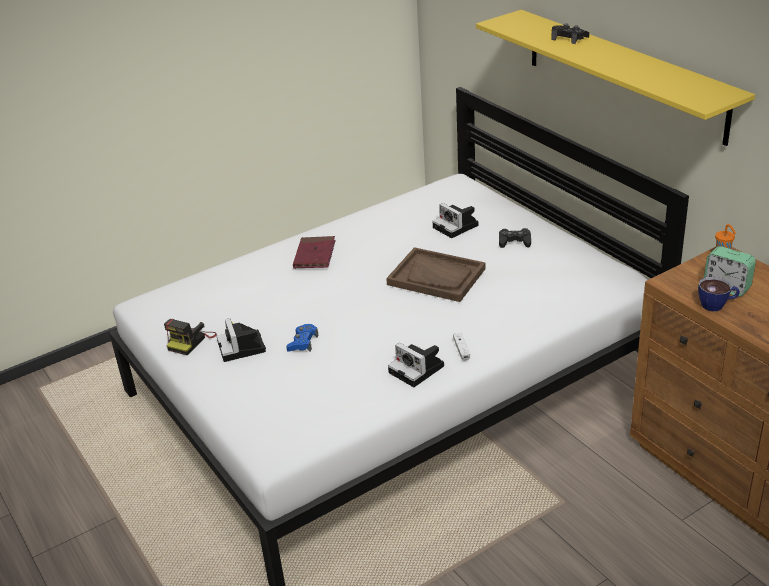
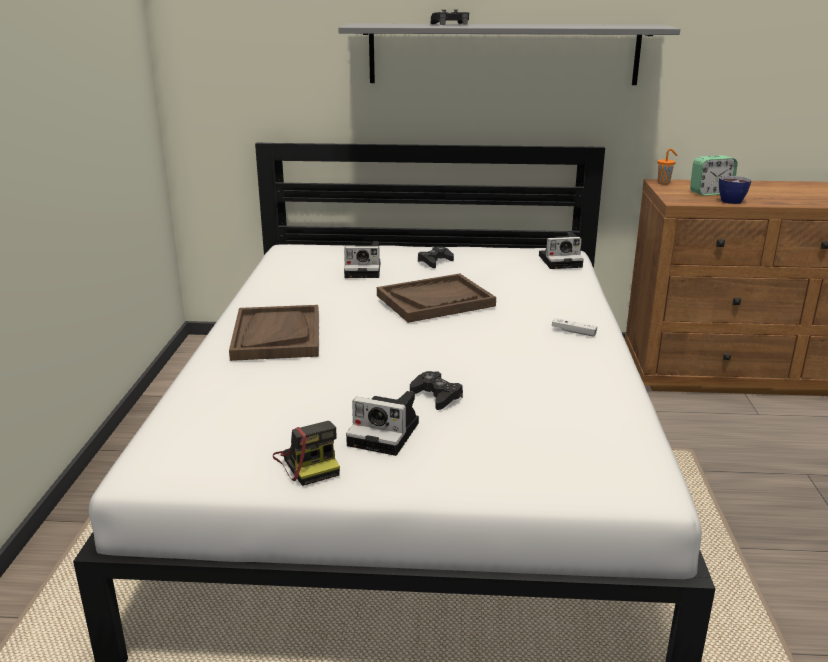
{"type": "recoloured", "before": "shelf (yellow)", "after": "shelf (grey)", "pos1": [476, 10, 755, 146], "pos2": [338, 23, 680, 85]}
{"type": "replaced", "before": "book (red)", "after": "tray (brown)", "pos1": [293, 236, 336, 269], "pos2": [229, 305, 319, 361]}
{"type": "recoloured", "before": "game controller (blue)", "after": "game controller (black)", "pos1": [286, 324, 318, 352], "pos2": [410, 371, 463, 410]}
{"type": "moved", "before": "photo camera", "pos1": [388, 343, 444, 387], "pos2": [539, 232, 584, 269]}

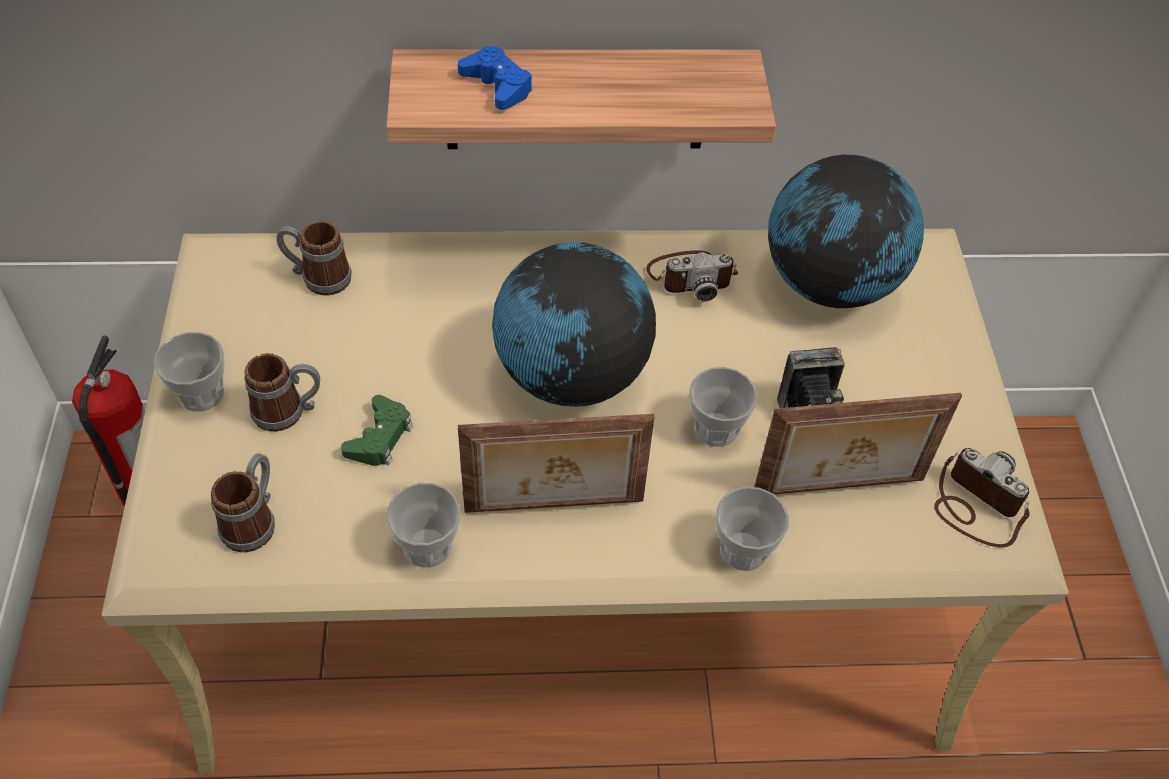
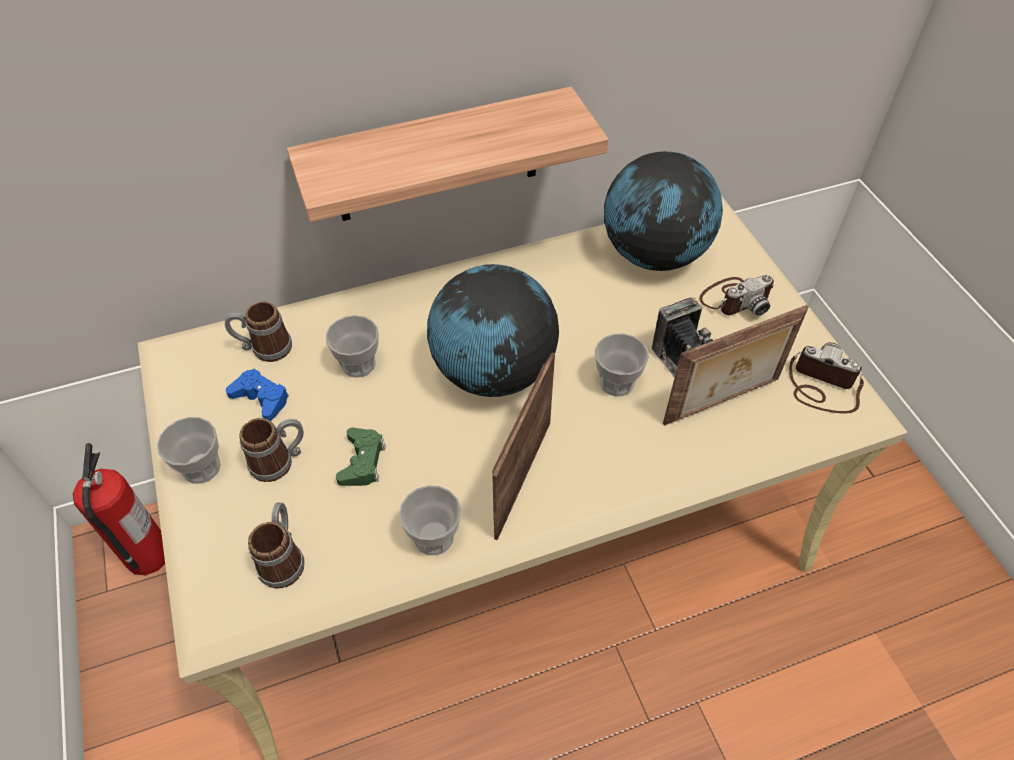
{"type": "moved", "before": "game controller (blue)", "pos1": [458, 46, 533, 110], "pos2": [226, 369, 289, 421]}
{"type": "moved", "before": "photo camera", "pos1": [646, 250, 738, 302], "pos2": [700, 275, 774, 316]}
{"type": "turned", "before": "picture frame", "pos1": [458, 414, 654, 513], "pos2": [492, 353, 555, 540], "turn": 135}
{"type": "moved", "before": "cup", "pos1": [716, 486, 789, 571], "pos2": [326, 315, 379, 378]}

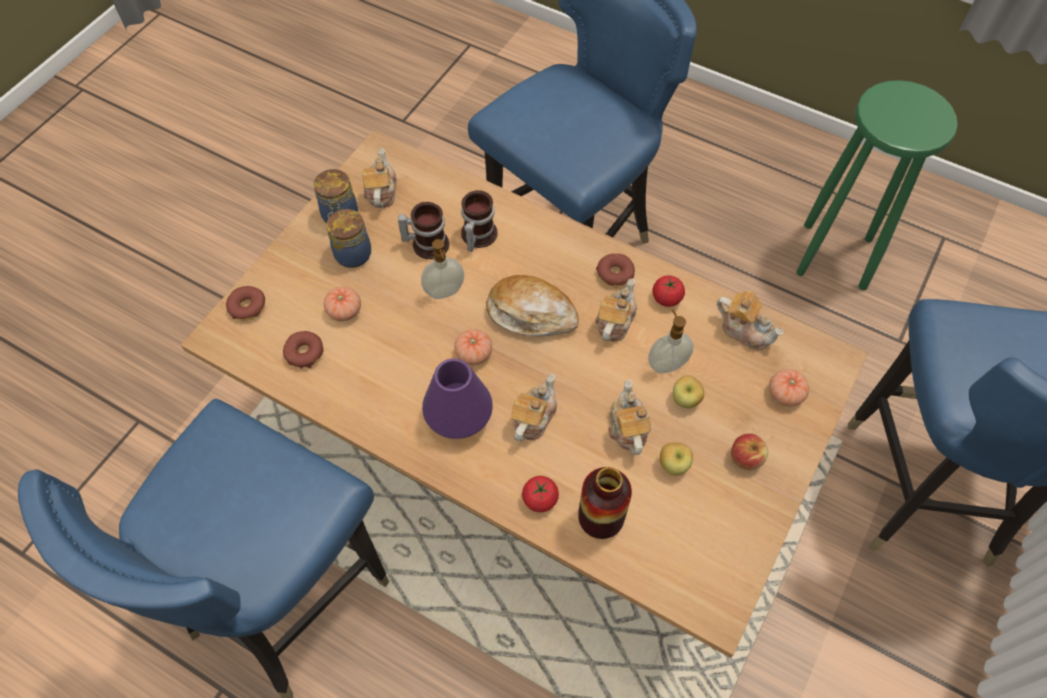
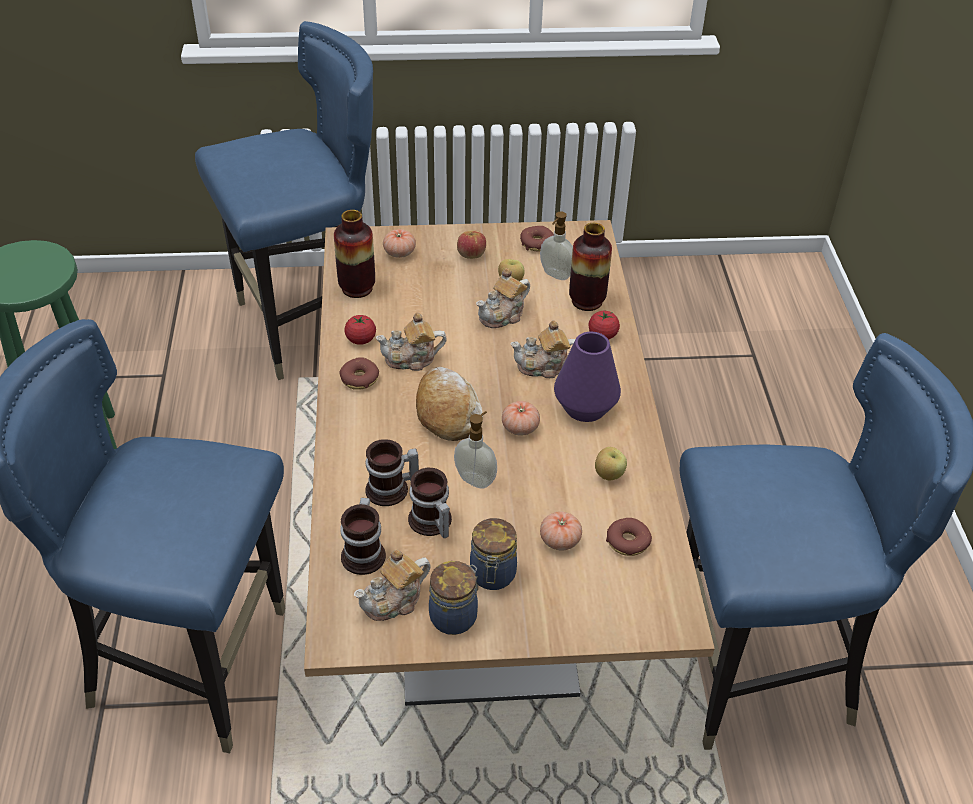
{"type": "moved", "before": "donut", "pos1": [226, 286, 265, 320], "pos2": [520, 226, 554, 252]}
{"type": "replaced", "before": "teapot", "after": "vase", "pos1": [717, 291, 784, 351], "pos2": [334, 210, 375, 298]}
{"type": "moved", "before": "soap dispenser", "pos1": [648, 310, 694, 373], "pos2": [540, 211, 573, 280]}
{"type": "moved", "before": "apple", "pos1": [673, 375, 704, 408], "pos2": [595, 447, 627, 481]}
{"type": "added", "after": "mug", "pos2": [340, 498, 386, 575]}

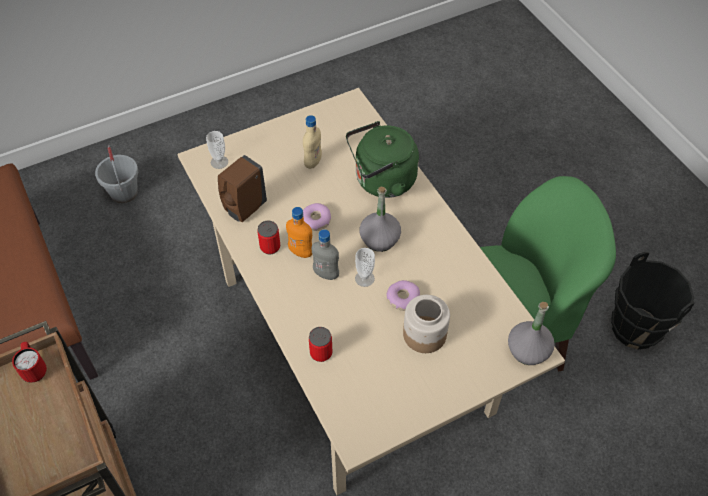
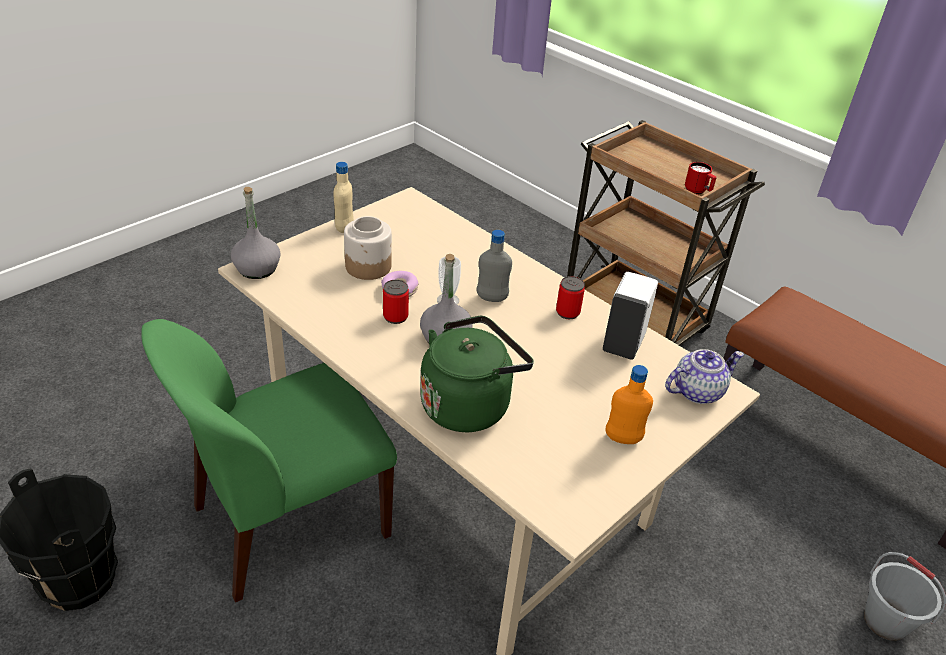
{"type": "moved", "before": "bottle (beige)", "pos1": [303, 115, 322, 169], "pos2": [333, 162, 354, 233]}
{"type": "replaced", "before": "cup", "after": "teapot", "pos1": [206, 131, 228, 169], "pos2": [665, 349, 744, 404]}
{"type": "recoloured", "before": "soap dispenser (brown)", "after": "soap dispenser (white)", "pos1": [218, 155, 267, 222], "pos2": [603, 272, 658, 360]}
{"type": "removed", "before": "donut", "pos1": [303, 203, 331, 231]}
{"type": "moved", "before": "bottle (orange)", "pos1": [286, 207, 312, 258], "pos2": [605, 365, 653, 444]}
{"type": "moved", "before": "can", "pos1": [309, 327, 332, 362], "pos2": [383, 280, 409, 324]}

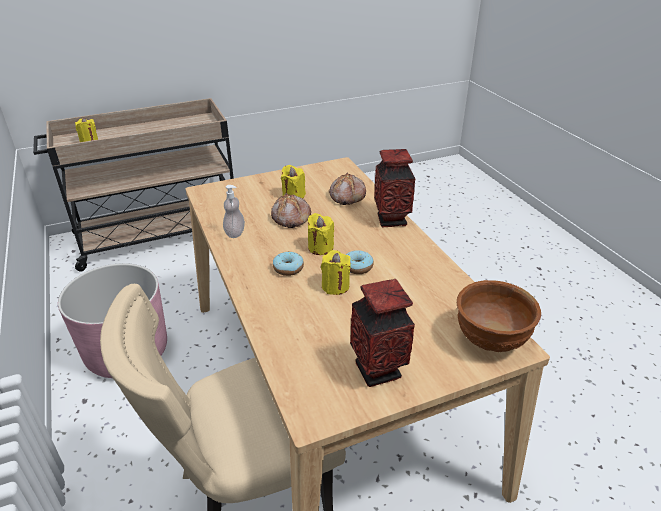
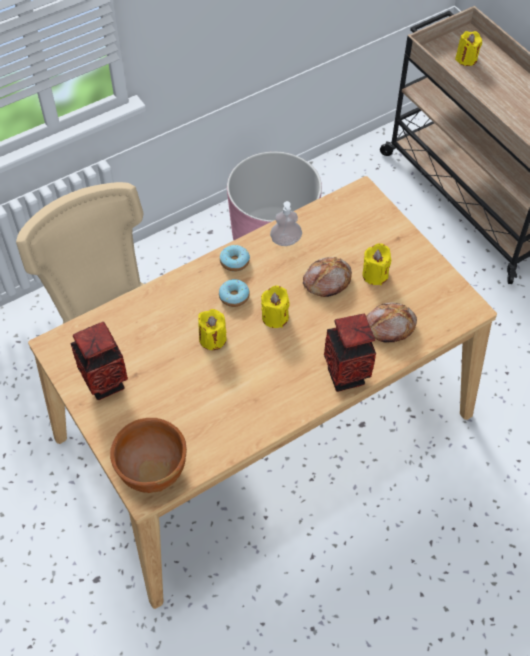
{"type": "moved", "before": "donut", "pos1": [346, 250, 374, 274], "pos2": [220, 245, 250, 272]}

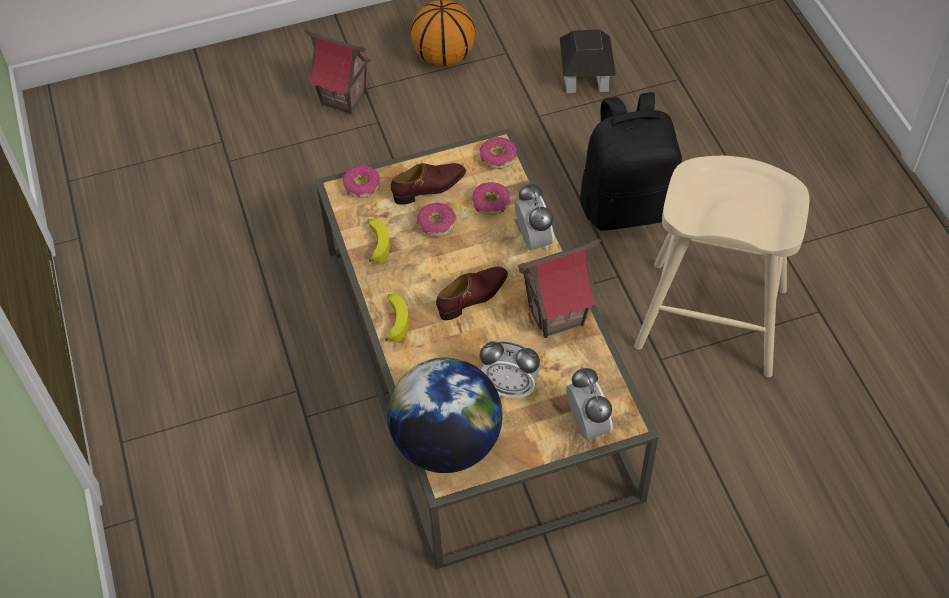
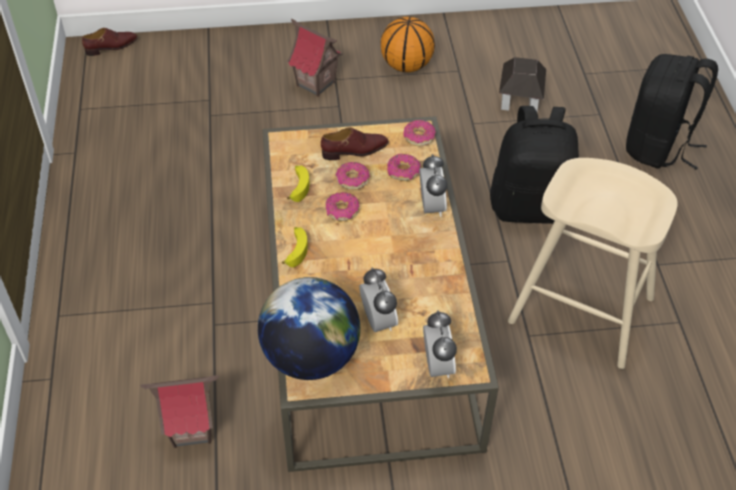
{"type": "moved", "before": "donut", "pos1": [343, 165, 380, 198], "pos2": [325, 192, 359, 221]}
{"type": "moved", "before": "toy house", "pos1": [518, 239, 601, 338], "pos2": [140, 375, 219, 448]}
{"type": "moved", "before": "shoe (brown)", "pos1": [436, 267, 508, 320], "pos2": [82, 28, 138, 56]}
{"type": "turned", "before": "alarm clock", "pos1": [479, 341, 540, 399], "pos2": [359, 267, 398, 332], "turn": -135}
{"type": "added", "after": "backpack (black)", "pos2": [626, 54, 718, 170]}

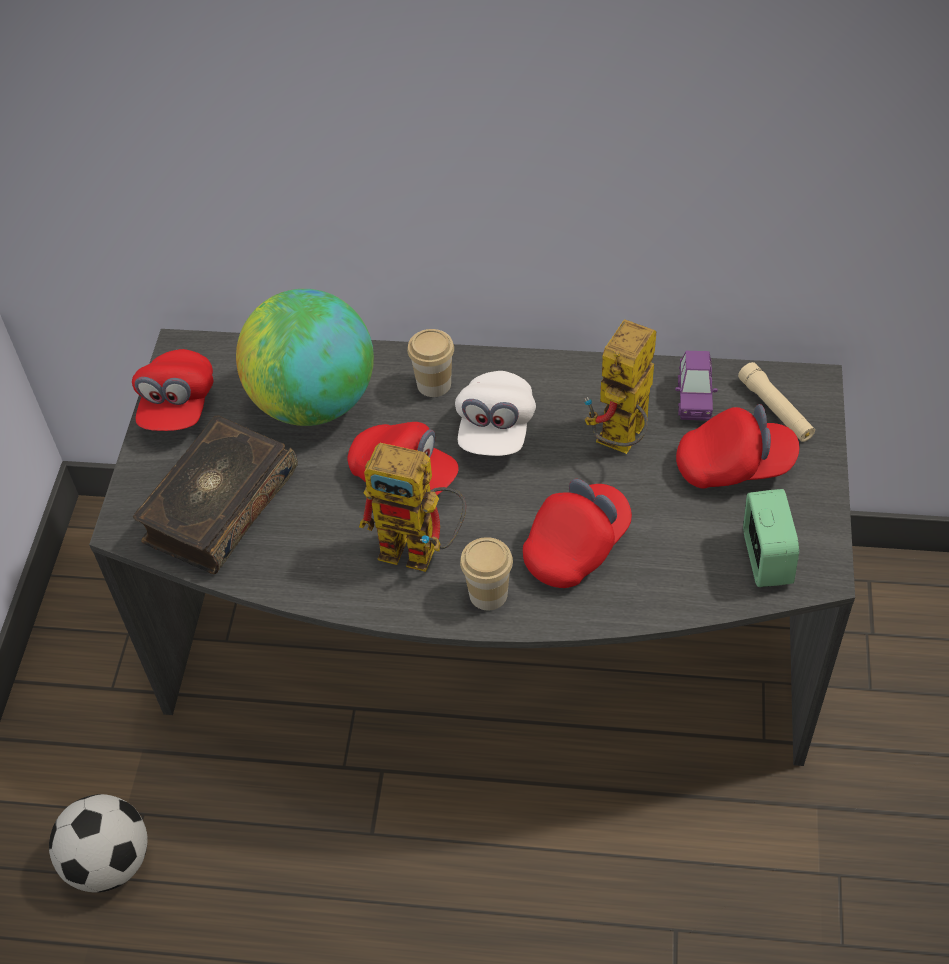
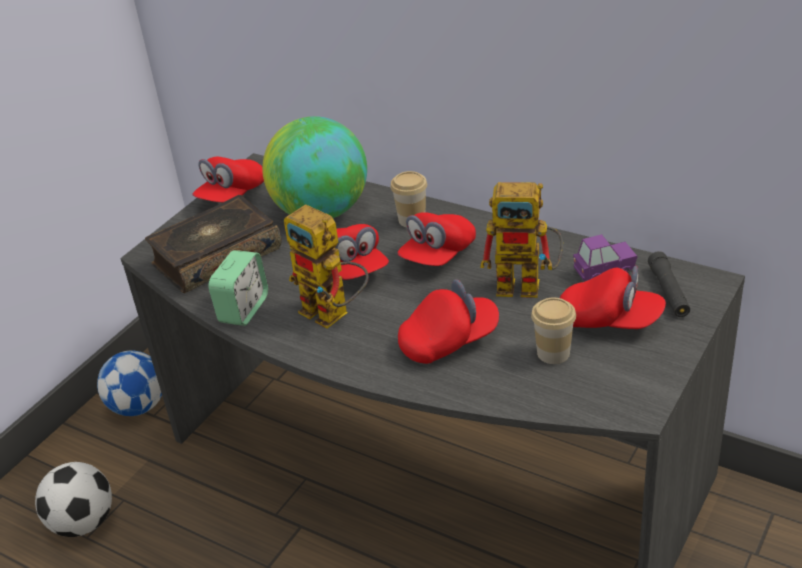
{"type": "turned", "before": "toy robot", "pos1": [585, 319, 656, 454], "pos2": [480, 182, 563, 298], "turn": -135}
{"type": "turned", "before": "toy car (purple)", "pos1": [675, 351, 718, 421], "pos2": [573, 234, 638, 281], "turn": -135}
{"type": "recoloured", "before": "flashlight (beige)", "after": "flashlight (black)", "pos1": [738, 362, 815, 442], "pos2": [648, 251, 690, 317]}
{"type": "recoloured", "before": "cap (white)", "after": "cap (red)", "pos1": [455, 371, 536, 456], "pos2": [398, 212, 476, 266]}
{"type": "moved", "before": "alarm clock", "pos1": [743, 489, 799, 587], "pos2": [208, 250, 268, 326]}
{"type": "moved", "before": "cup", "pos1": [460, 537, 513, 610], "pos2": [531, 298, 576, 364]}
{"type": "added", "after": "football", "pos2": [97, 351, 162, 416]}

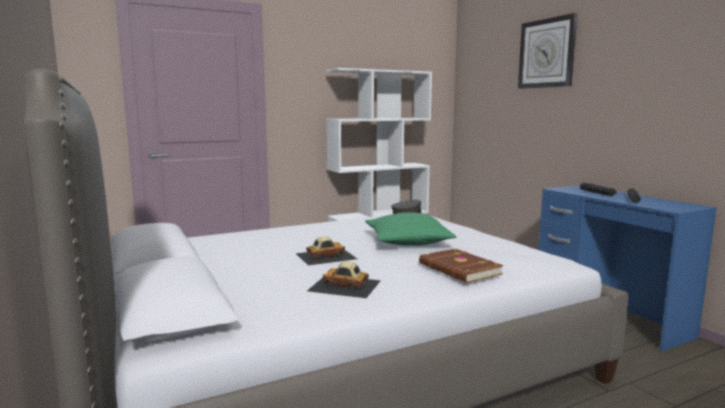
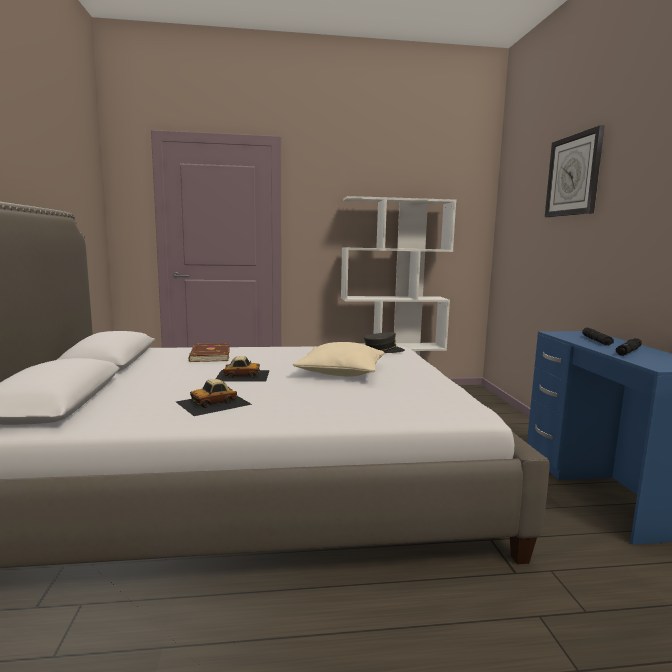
{"type": "recoloured", "before": "pillow (green)", "after": "pillow (beige)", "pos1": [365, 212, 456, 246], "pos2": [293, 342, 384, 377]}
{"type": "moved", "before": "book (brown)", "pos1": [419, 249, 504, 283], "pos2": [189, 343, 230, 362]}
{"type": "turned", "before": "toy car", "pos1": [307, 261, 381, 298], "pos2": [176, 379, 252, 416], "turn": -75}

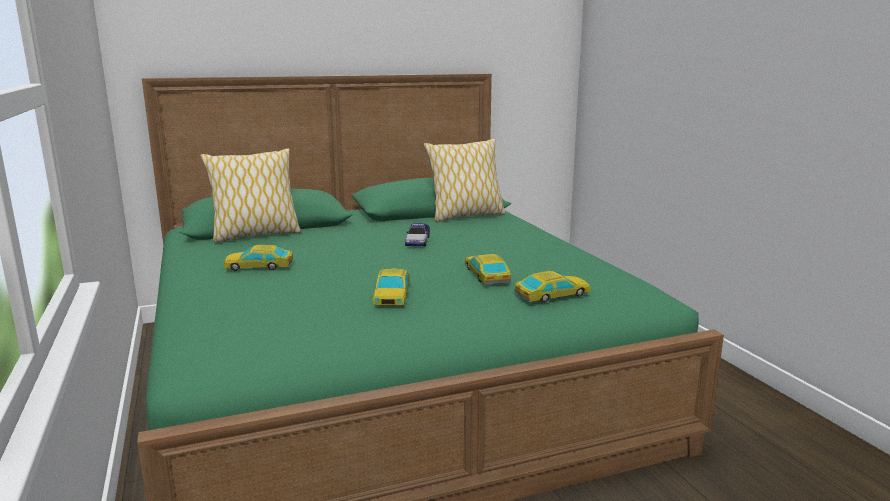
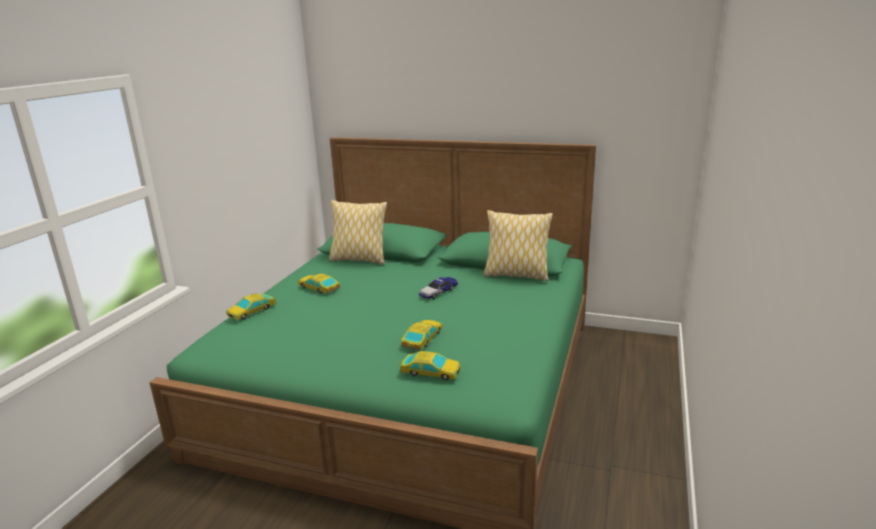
{"type": "moved", "before": "toy car", "pos1": [373, 268, 410, 305], "pos2": [226, 293, 277, 320]}

